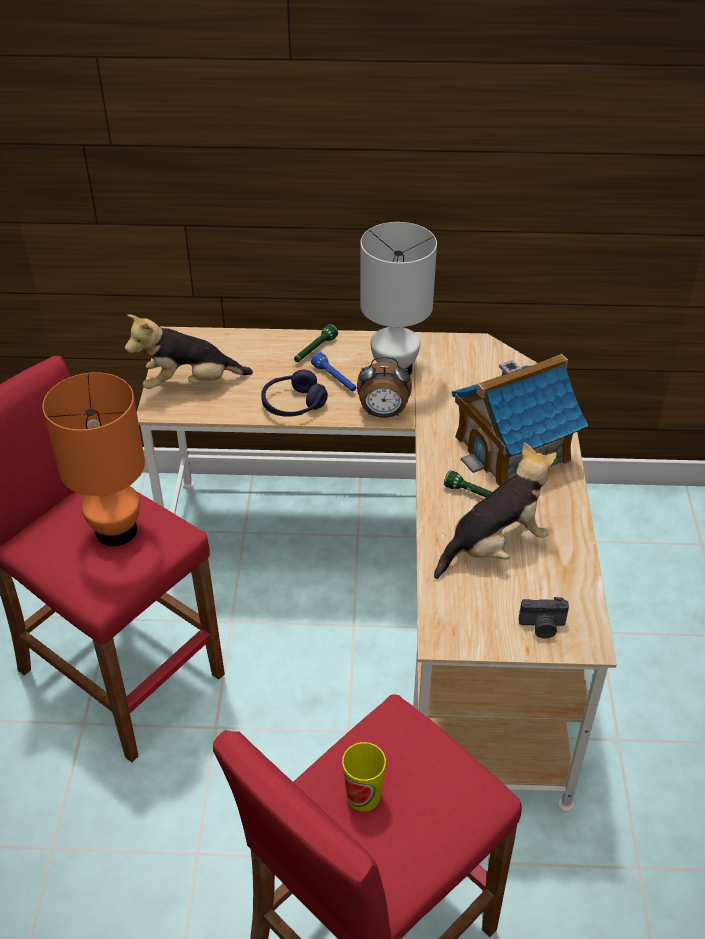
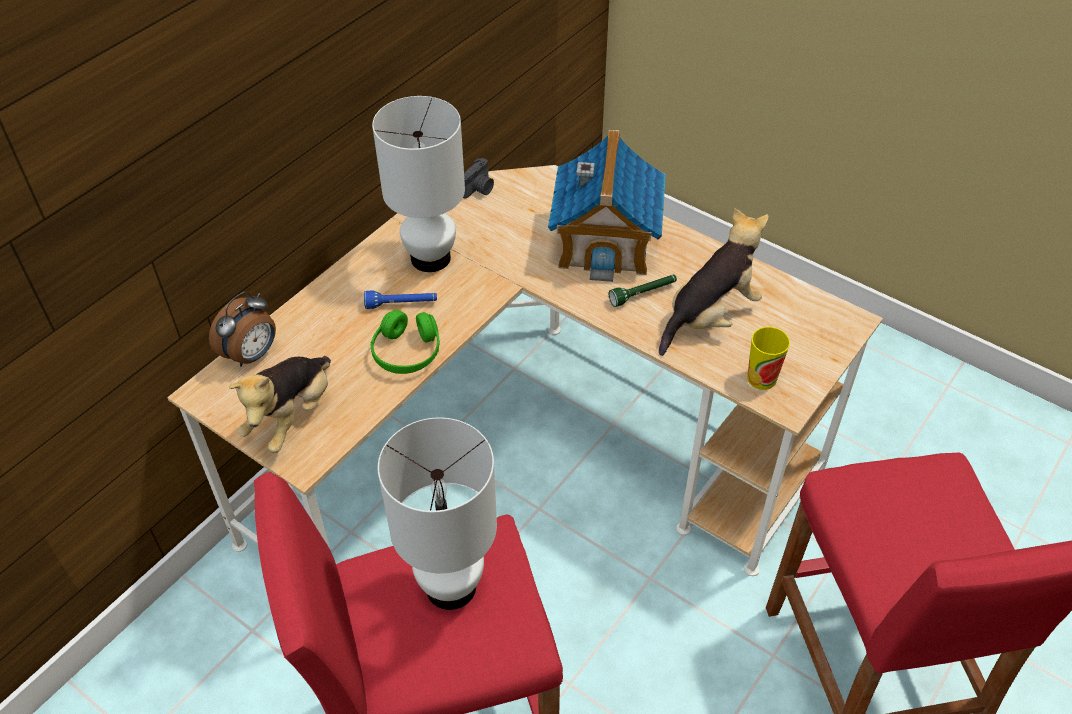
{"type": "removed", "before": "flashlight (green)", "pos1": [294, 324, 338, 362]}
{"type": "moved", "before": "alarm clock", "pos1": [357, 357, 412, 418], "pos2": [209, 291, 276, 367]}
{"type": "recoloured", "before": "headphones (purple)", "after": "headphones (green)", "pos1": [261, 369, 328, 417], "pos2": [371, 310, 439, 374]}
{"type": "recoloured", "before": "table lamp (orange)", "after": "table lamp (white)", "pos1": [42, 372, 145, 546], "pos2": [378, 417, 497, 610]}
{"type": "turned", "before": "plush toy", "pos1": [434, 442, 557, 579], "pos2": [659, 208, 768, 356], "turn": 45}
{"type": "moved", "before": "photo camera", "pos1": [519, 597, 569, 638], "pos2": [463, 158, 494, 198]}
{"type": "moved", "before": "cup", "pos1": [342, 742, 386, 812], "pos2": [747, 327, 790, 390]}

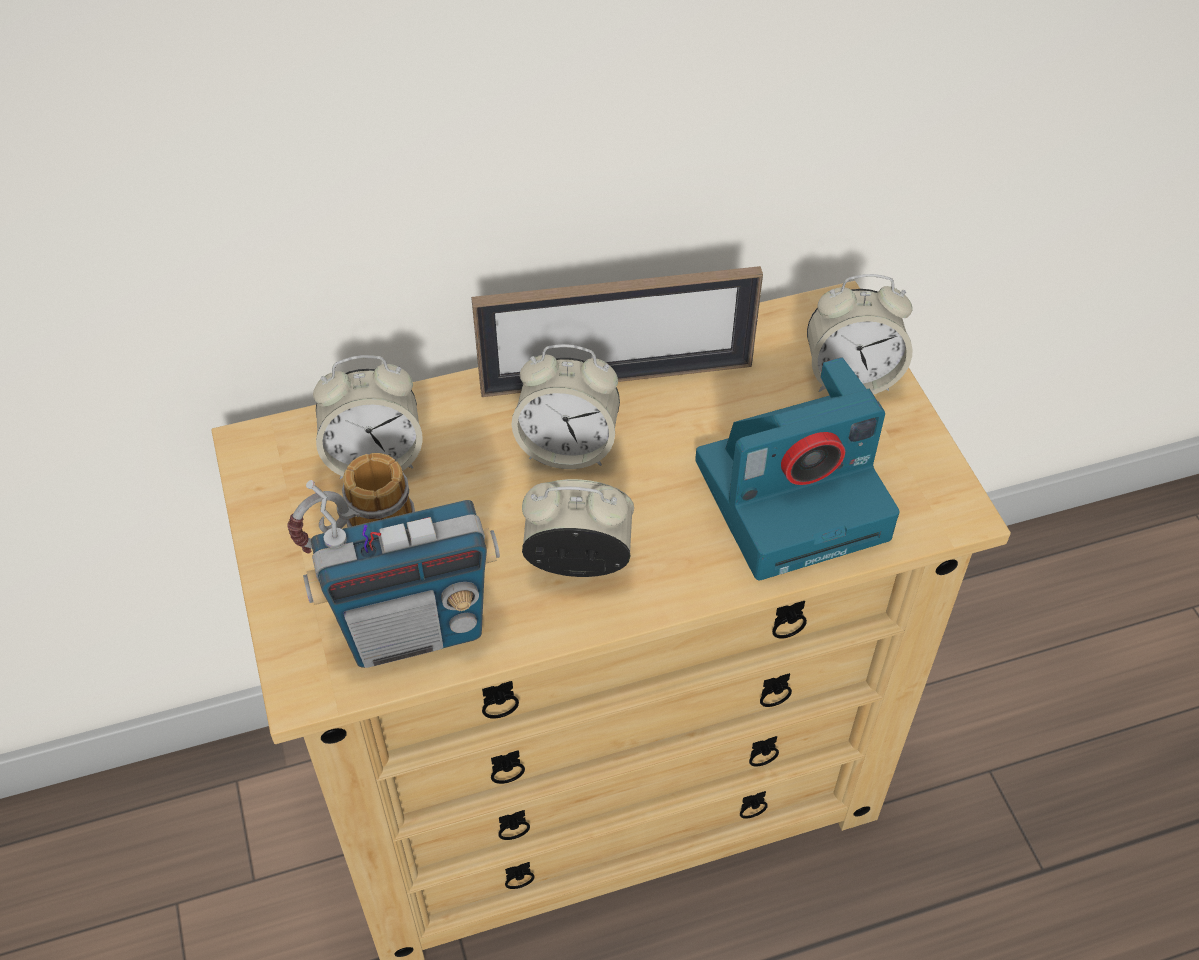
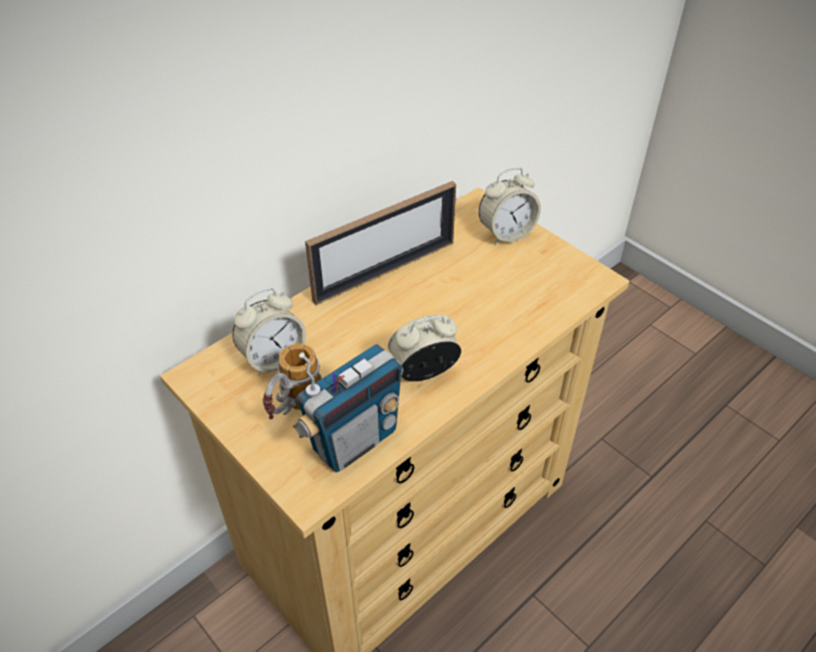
{"type": "removed", "before": "alarm clock", "pos1": [512, 344, 620, 469]}
{"type": "removed", "before": "photo camera", "pos1": [695, 357, 900, 580]}

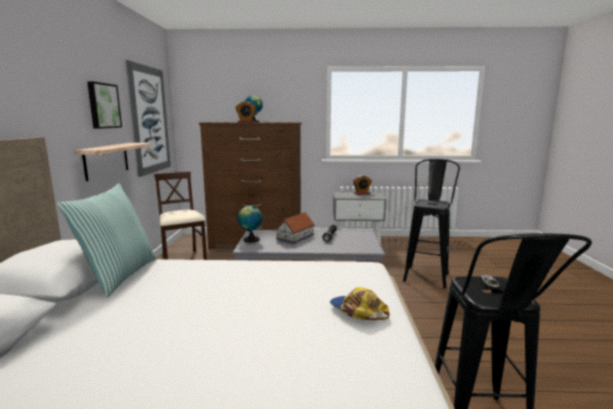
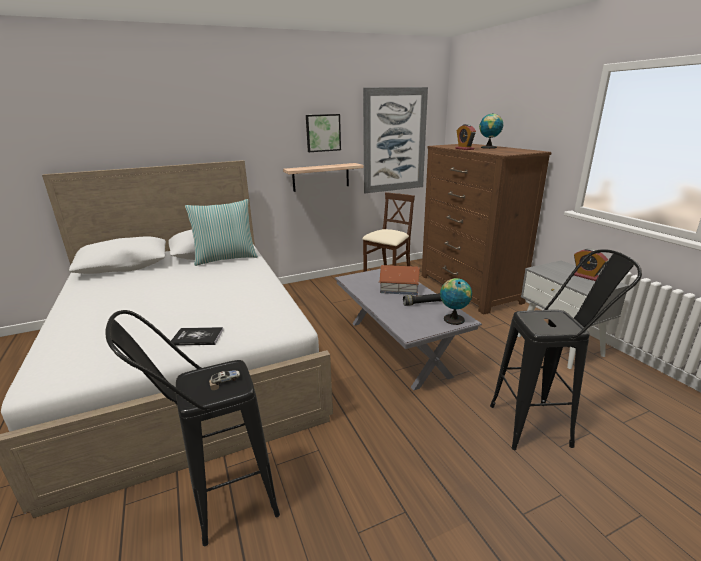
{"type": "moved", "before": "globe", "pos1": [237, 206, 262, 243], "pos2": [440, 278, 472, 325]}
{"type": "replaced", "before": "cap", "after": "book", "pos1": [330, 287, 389, 320], "pos2": [171, 327, 223, 346]}

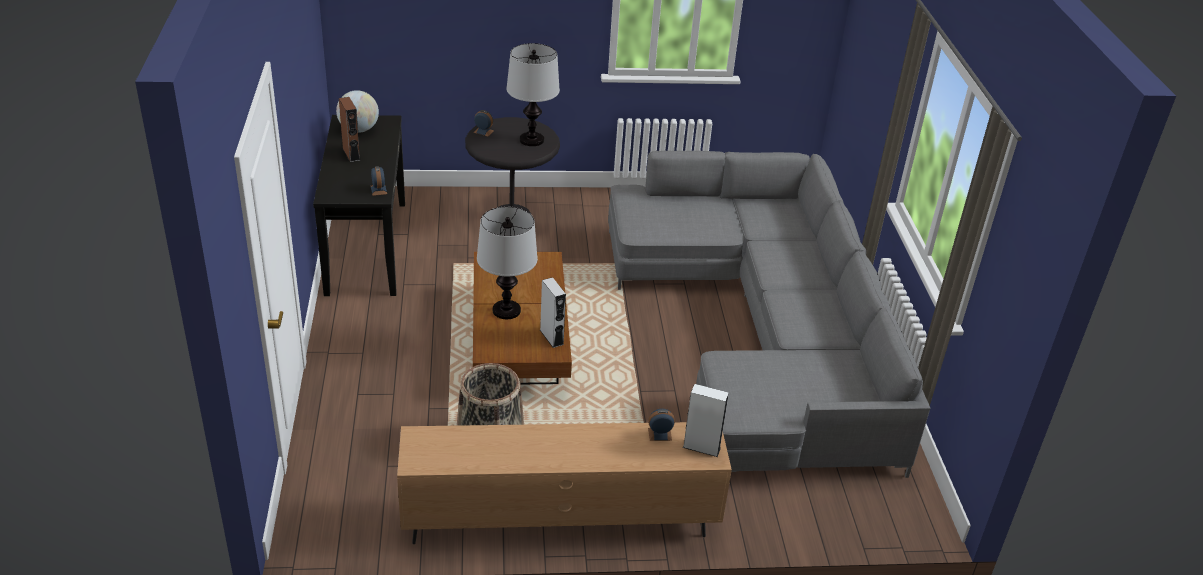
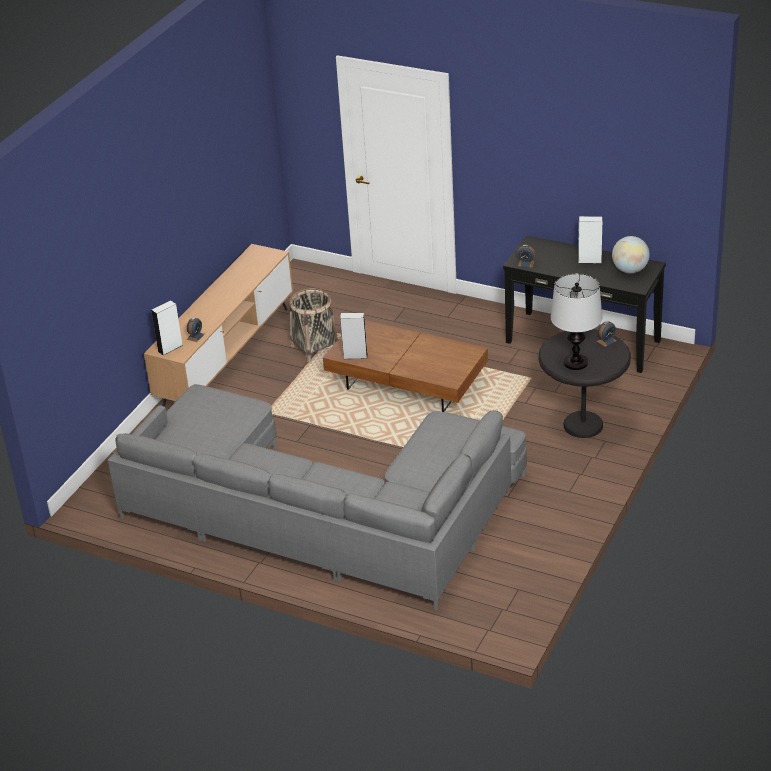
{"type": "recoloured", "before": "speaker (brown)", "after": "speaker (white)", "pos1": [339, 97, 360, 162], "pos2": [578, 216, 602, 264]}
{"type": "removed", "before": "table lamp", "pos1": [477, 206, 538, 319]}

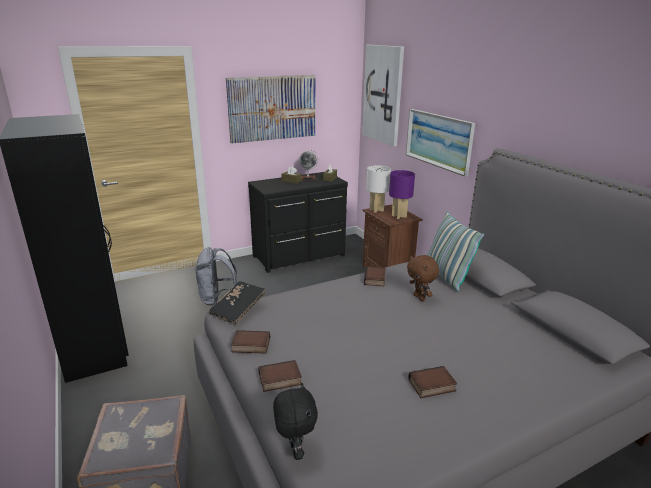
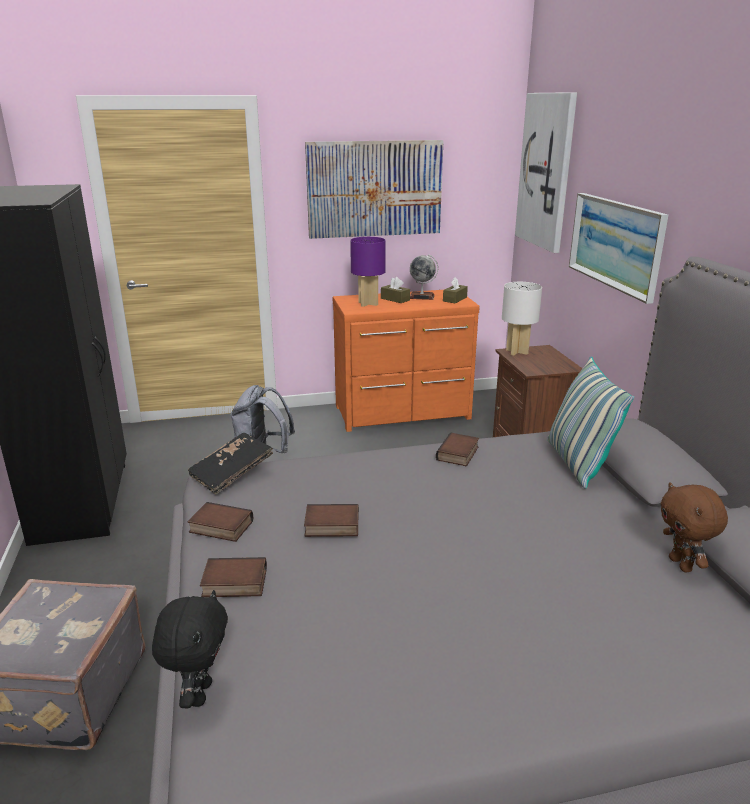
{"type": "moved", "before": "table lamp (purple)", "pos1": [389, 170, 415, 219], "pos2": [350, 237, 386, 307]}
{"type": "recoloured", "before": "dresser (black)", "after": "dresser (orange)", "pos1": [248, 172, 348, 273], "pos2": [333, 290, 480, 432]}
{"type": "moved", "before": "plush toy (brown)", "pos1": [407, 255, 439, 301], "pos2": [660, 482, 728, 572]}
{"type": "moved", "before": "book", "pos1": [408, 366, 457, 398], "pos2": [304, 504, 359, 537]}

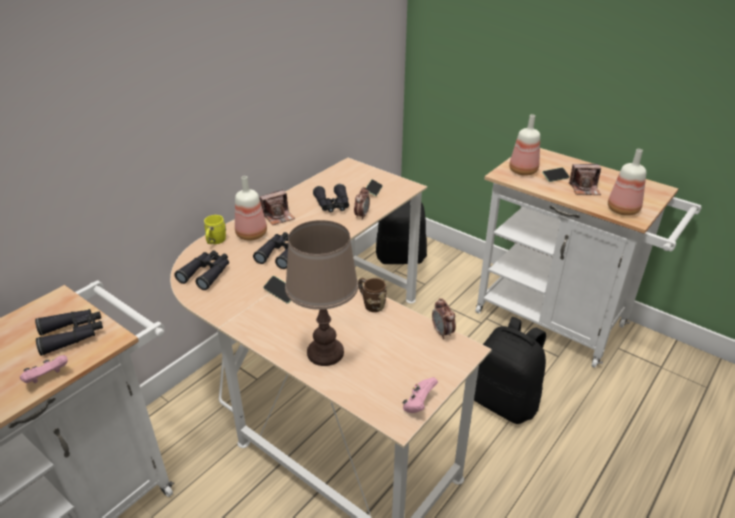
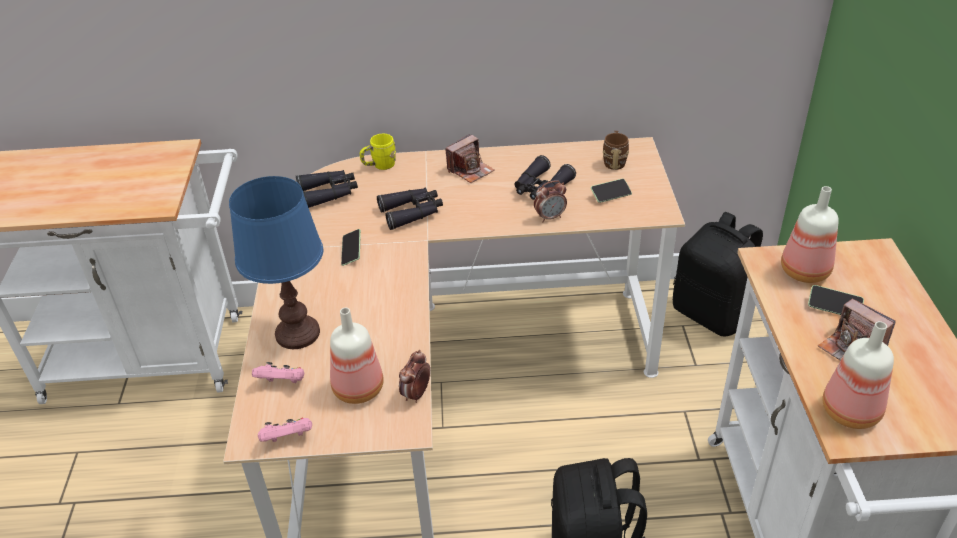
{"type": "moved", "before": "bottle", "pos1": [235, 176, 267, 241], "pos2": [330, 307, 384, 404]}
{"type": "turned", "before": "photo camera", "pos1": [259, 189, 295, 225], "pos2": [445, 134, 495, 183], "turn": -60}
{"type": "recoloured", "before": "table lamp (brown)", "after": "table lamp (blue)", "pos1": [285, 220, 358, 366], "pos2": [229, 176, 323, 349]}
{"type": "moved", "before": "mug (brown)", "pos1": [358, 278, 387, 312], "pos2": [602, 131, 629, 170]}
{"type": "removed", "before": "binoculars (black)", "pos1": [35, 309, 103, 356]}
{"type": "moved", "before": "game controller (pink)", "pos1": [20, 355, 68, 383], "pos2": [252, 362, 304, 383]}

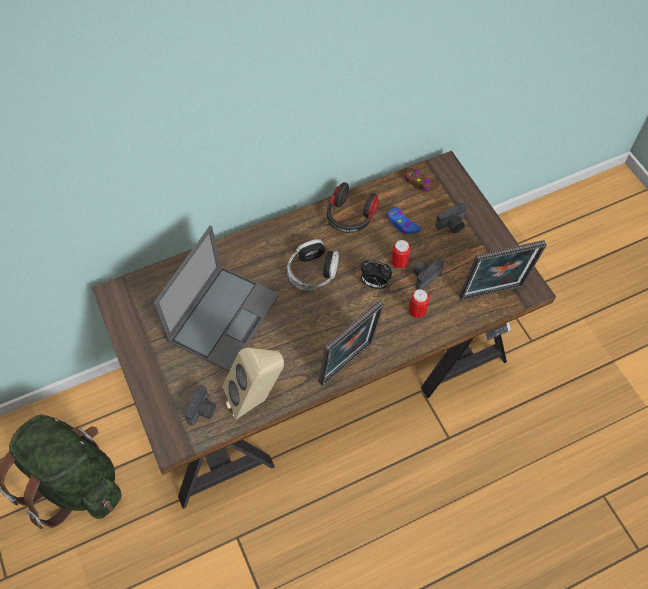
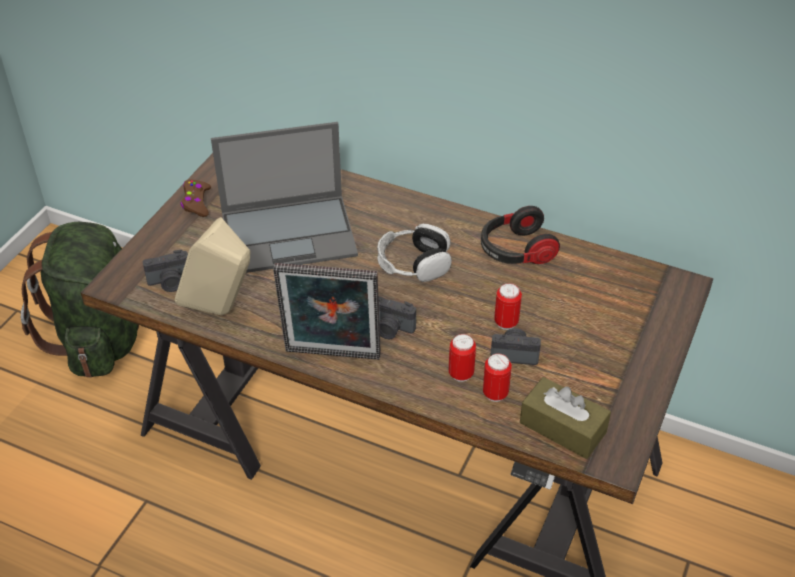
{"type": "moved", "before": "game controller (brown)", "pos1": [405, 168, 440, 192], "pos2": [181, 180, 211, 217]}
{"type": "moved", "before": "photo camera", "pos1": [435, 202, 467, 233], "pos2": [378, 296, 416, 339]}
{"type": "removed", "before": "game controller (blue)", "pos1": [387, 207, 421, 235]}
{"type": "replaced", "before": "picture frame", "after": "tissue box (brown)", "pos1": [459, 240, 547, 300], "pos2": [520, 377, 611, 459]}
{"type": "removed", "before": "alarm clock", "pos1": [361, 260, 392, 289]}
{"type": "added", "after": "can", "pos2": [483, 353, 512, 402]}

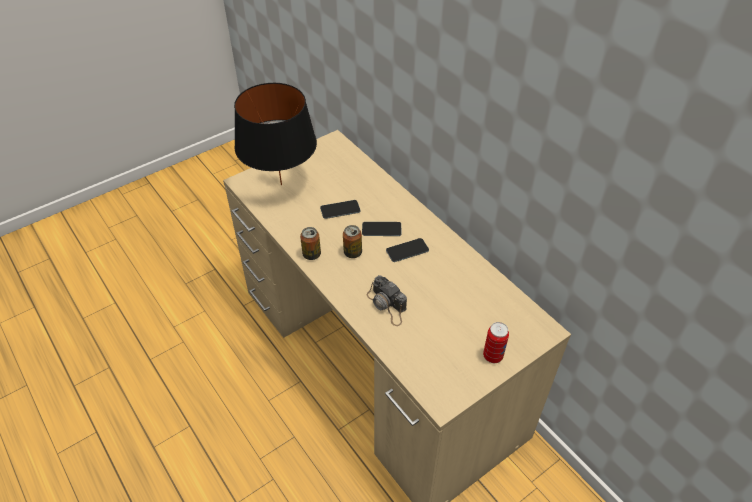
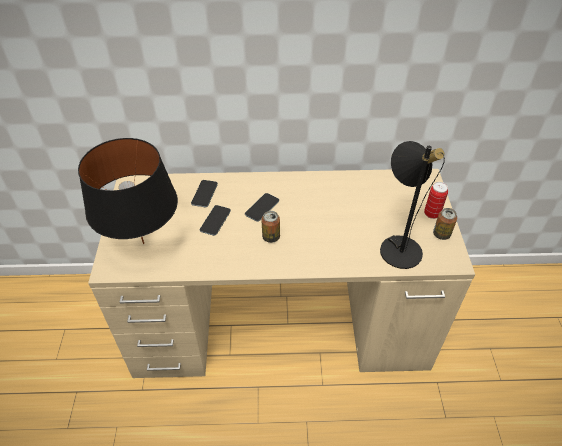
{"type": "moved", "before": "can", "pos1": [300, 227, 321, 260], "pos2": [433, 208, 457, 240]}
{"type": "moved", "before": "phone", "pos1": [386, 238, 429, 262], "pos2": [191, 180, 218, 207]}
{"type": "removed", "before": "photo camera", "pos1": [367, 275, 407, 326]}
{"type": "added", "after": "table lamp (black)", "pos2": [380, 141, 445, 269]}

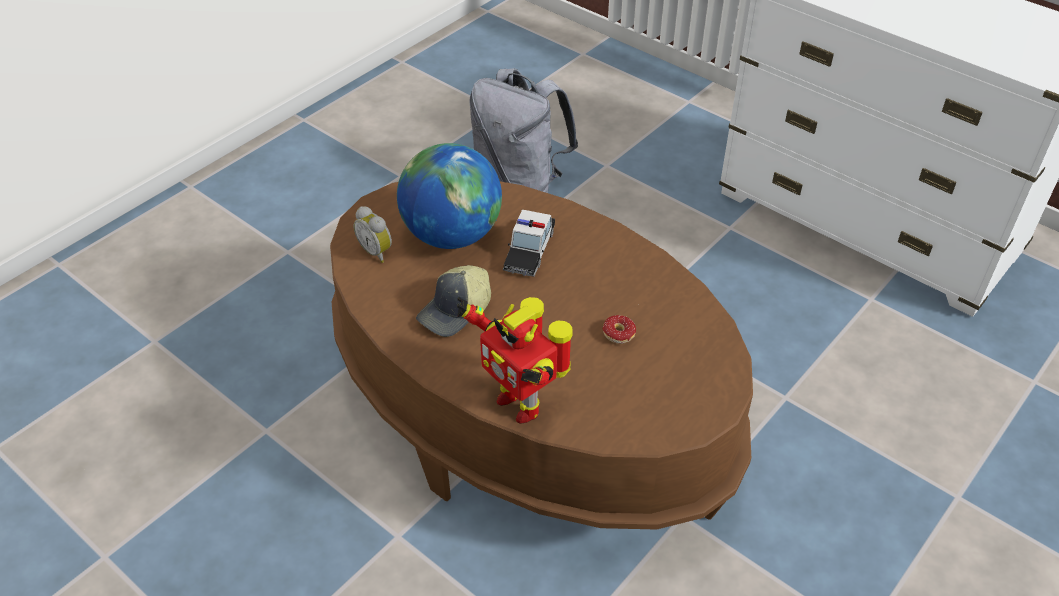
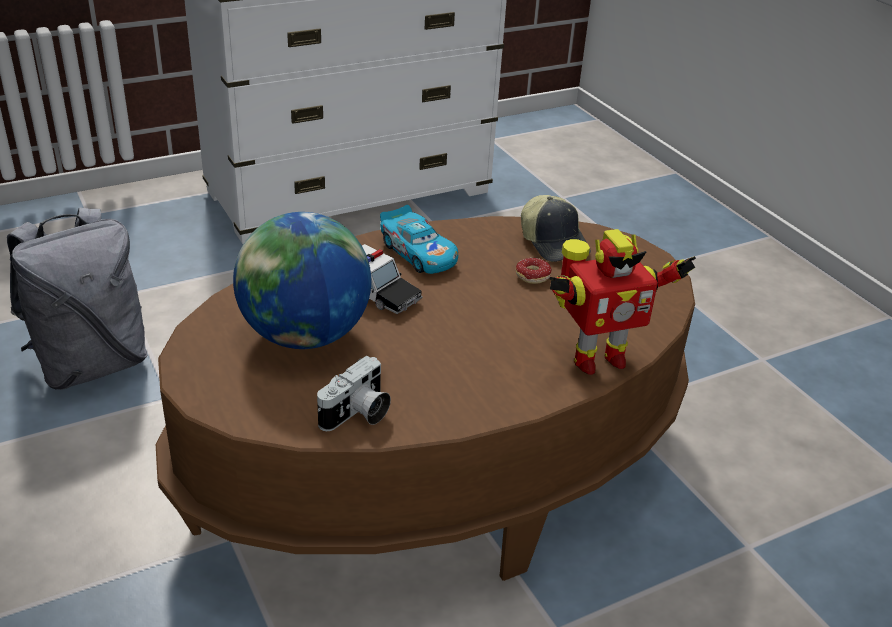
{"type": "removed", "before": "alarm clock", "pos1": [353, 206, 392, 263]}
{"type": "moved", "before": "cap", "pos1": [416, 265, 491, 337], "pos2": [521, 195, 591, 262]}
{"type": "added", "after": "toy car", "pos2": [380, 205, 458, 274]}
{"type": "added", "after": "photo camera", "pos2": [317, 356, 391, 431]}

